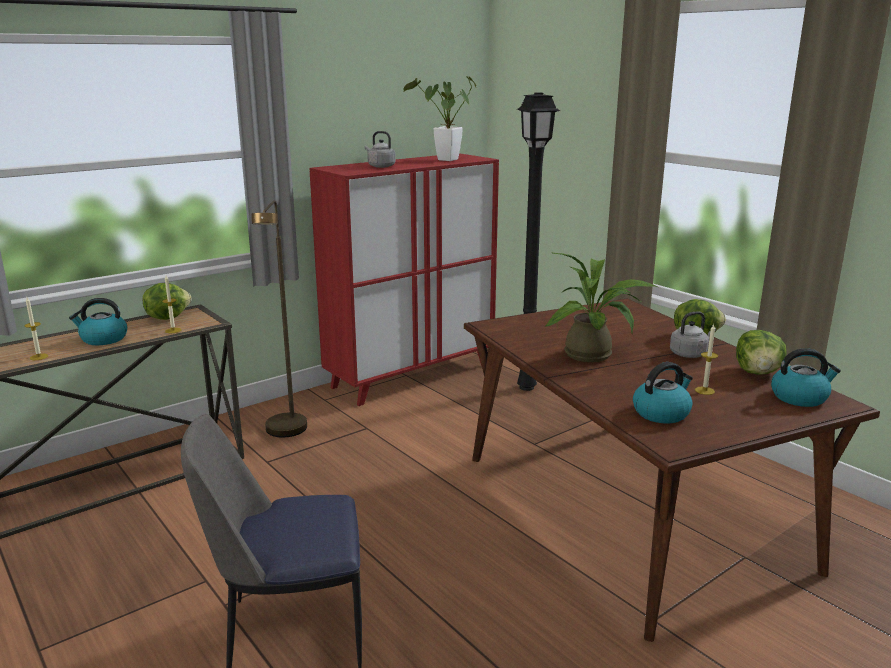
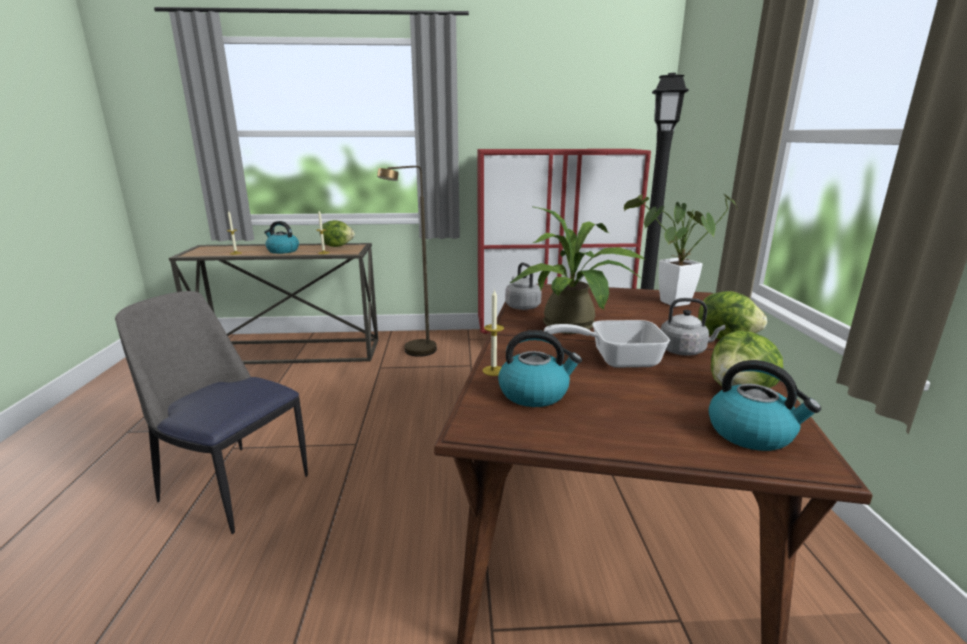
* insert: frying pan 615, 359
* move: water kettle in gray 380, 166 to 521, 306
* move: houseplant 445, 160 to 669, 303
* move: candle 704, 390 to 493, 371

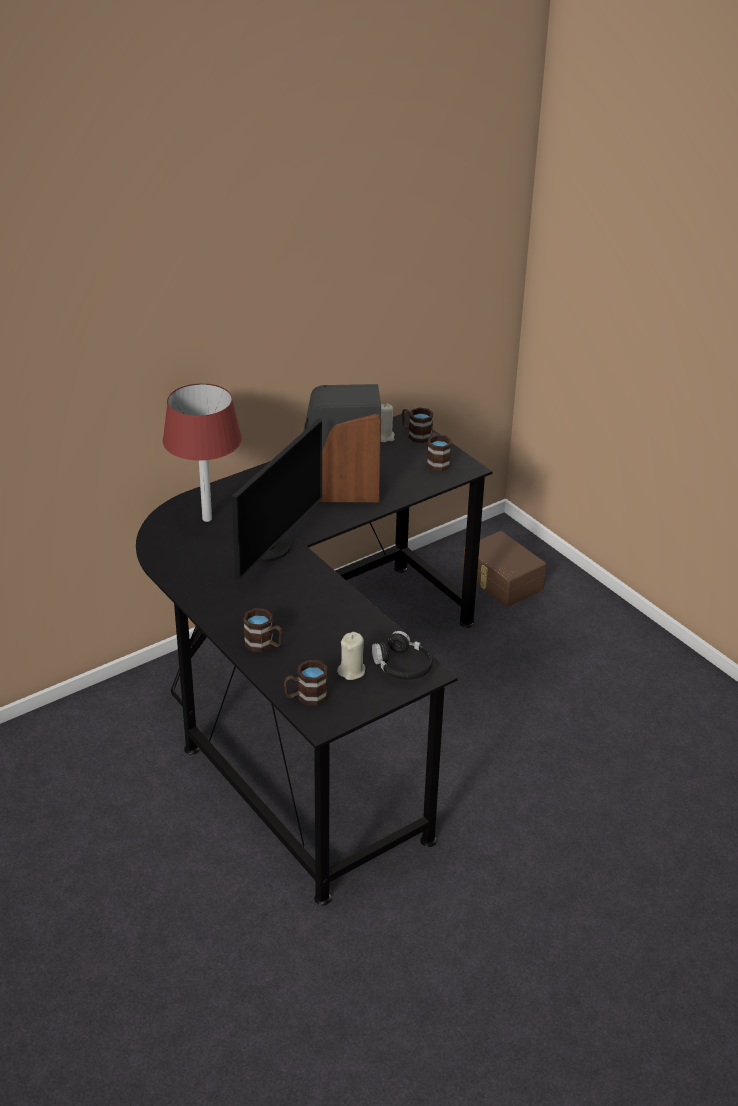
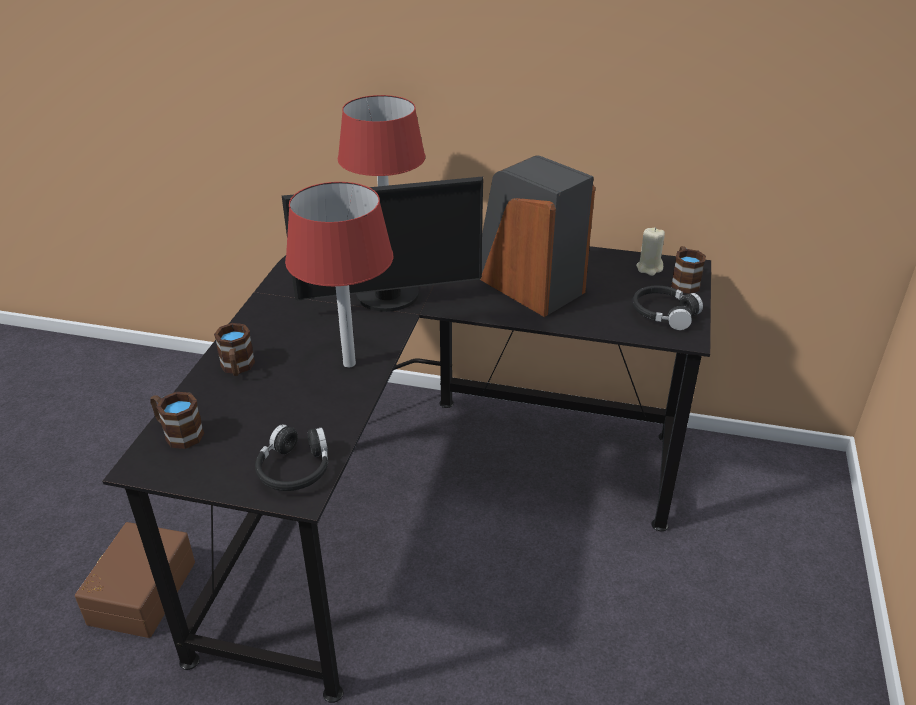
* delete: candle in beige-coloured 351, 671
* insert: table lamp in reddish 349, 363
* move: storage container in brown-coloured 501, 581 to 140, 592
* replace: mug in brown-coloured 436, 461 to pair of headphones in black-coloured 664, 314

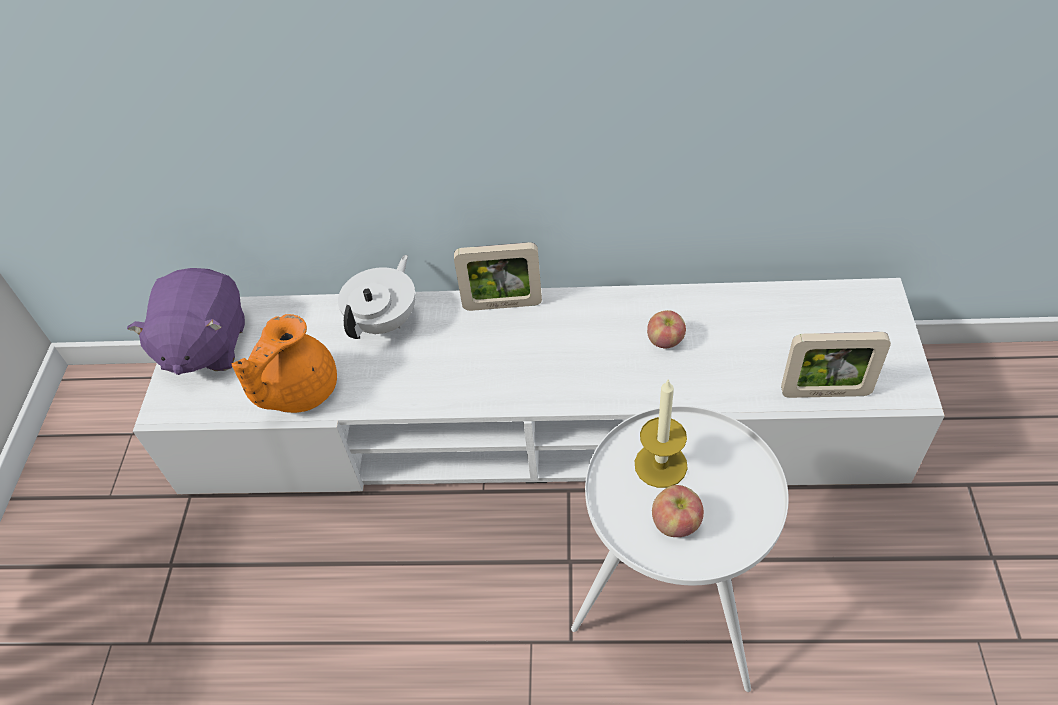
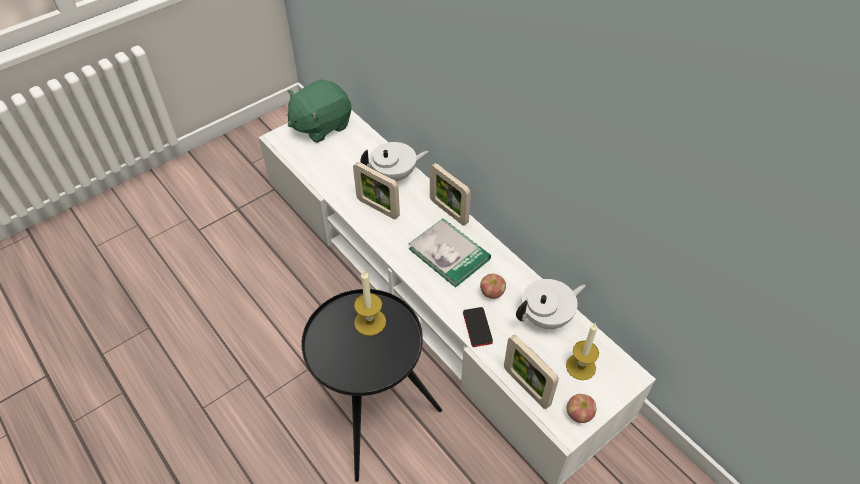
* delete: teapot in orangey 298, 391
* insert: photo frame 378, 208
* insert: volume 449, 254
* insert: telephone 477, 327
* insert: teapot in white 547, 317
* insert: candle 580, 366
* move: apple 676, 523 to 579, 414
* recolor: cuddly toy in purple-coloured 205, 346 to cuddly toy in green-coloured 321, 125
* recolor: side table in white 670, 609 to side table in black-coloured 373, 417

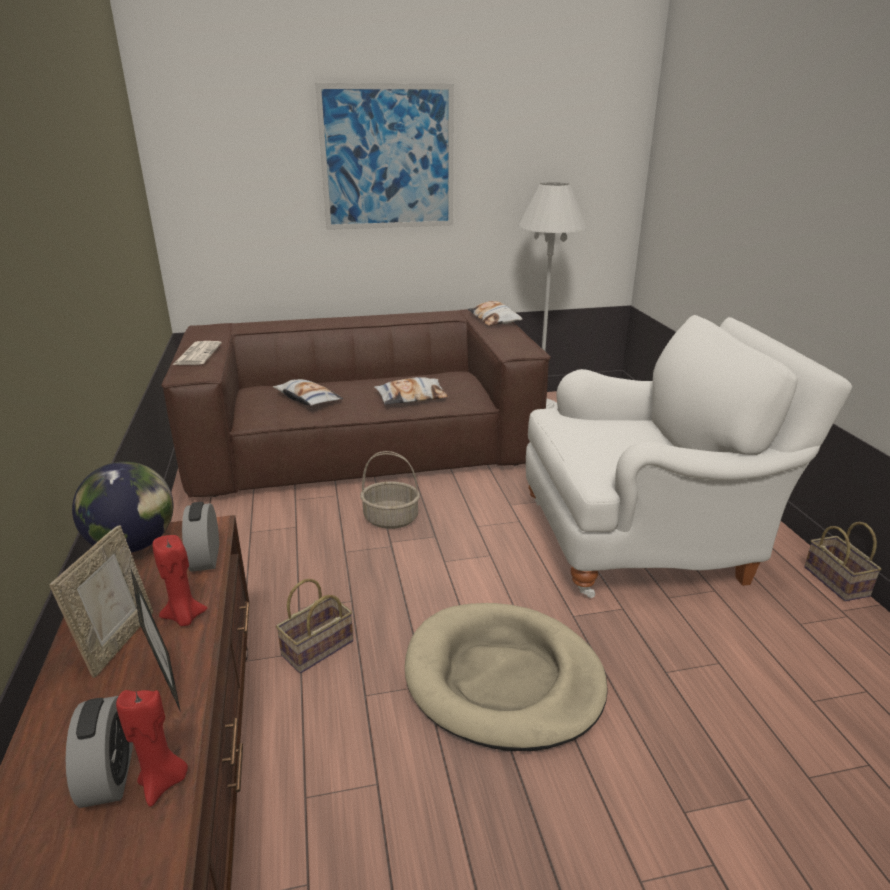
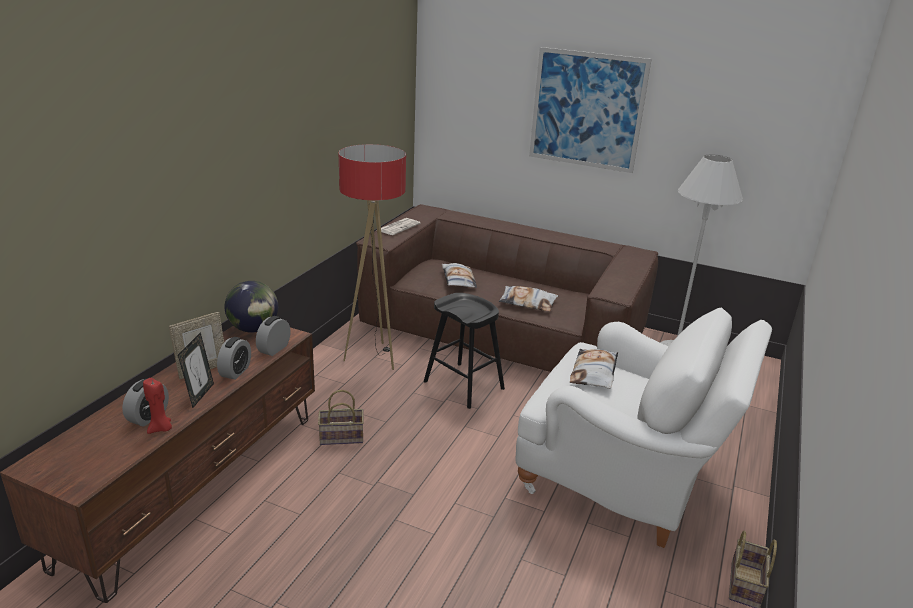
* delete: pet bed in beige-coloured 503, 679
* insert: floor lamp 373, 357
* move: throw pillow 494, 319 to 594, 373
* replace: candle in reddish 184, 617 to alarm clock 235, 372
* replace: storage basket 391, 518 to sitting stool in black-coloured 463, 385

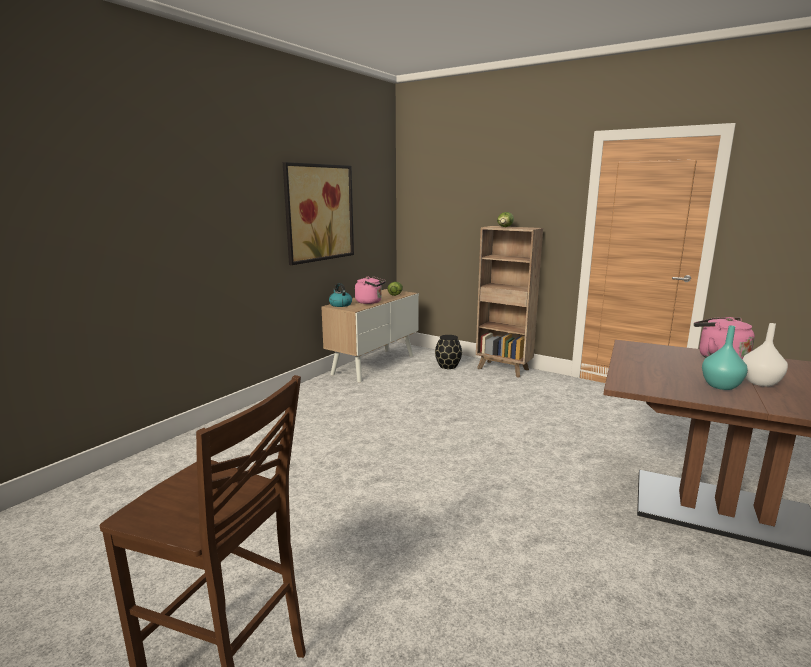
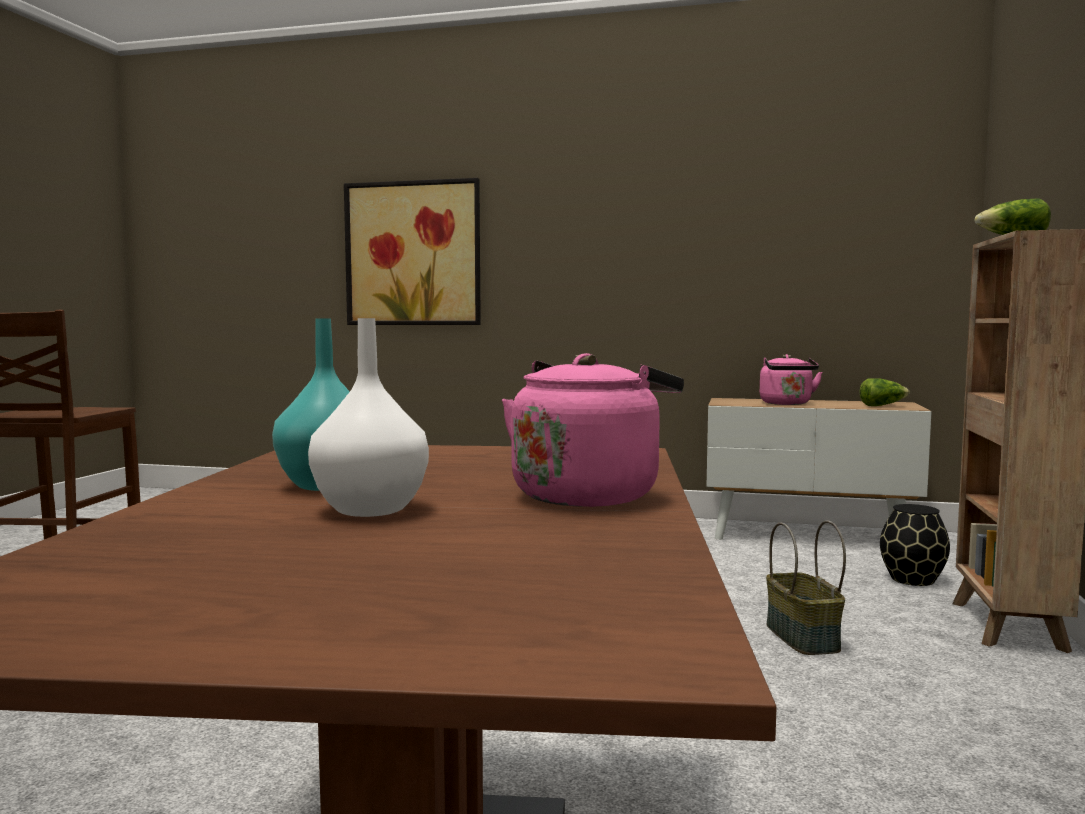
* delete: water kettle 340, 304
* insert: storage basket 800, 637
* move: wall picture 319, 213 to 413, 254

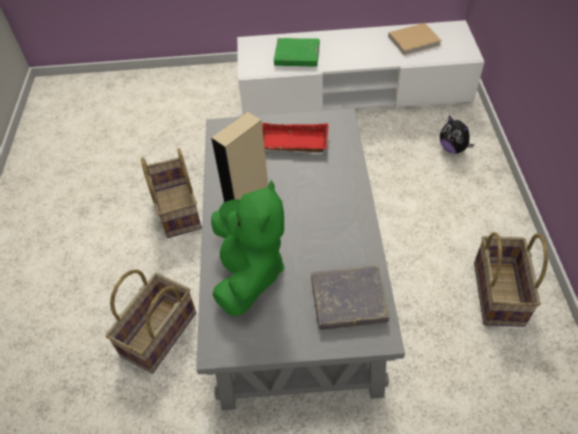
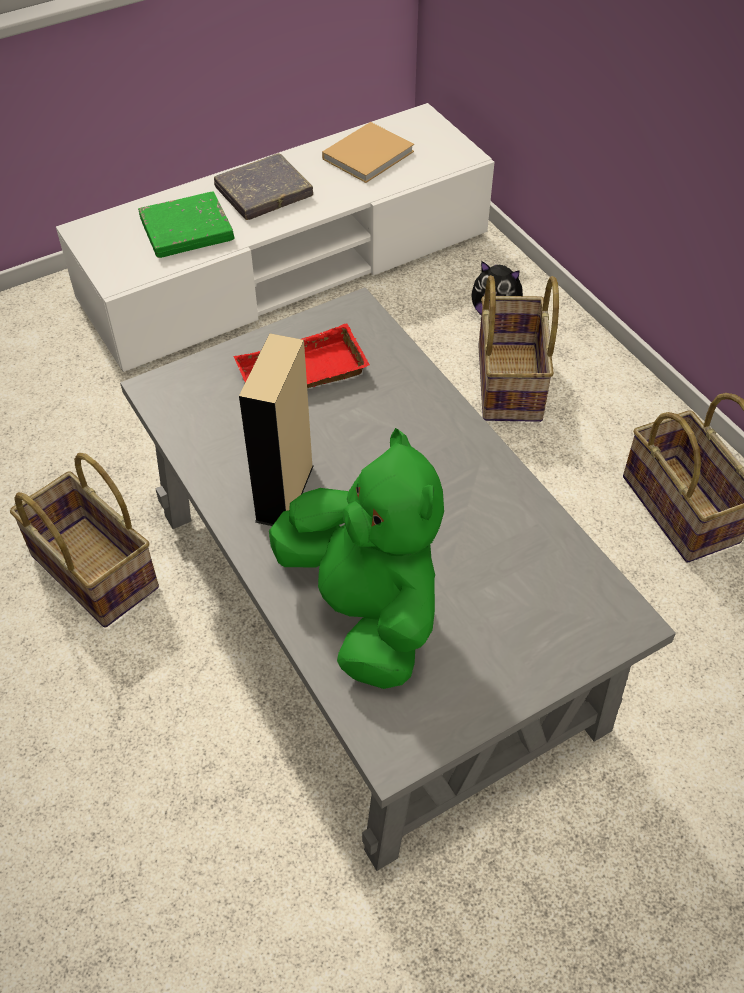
* move: storage basket 160, 335 to 511, 383
* move: volume in gray 348, 300 to 263, 192

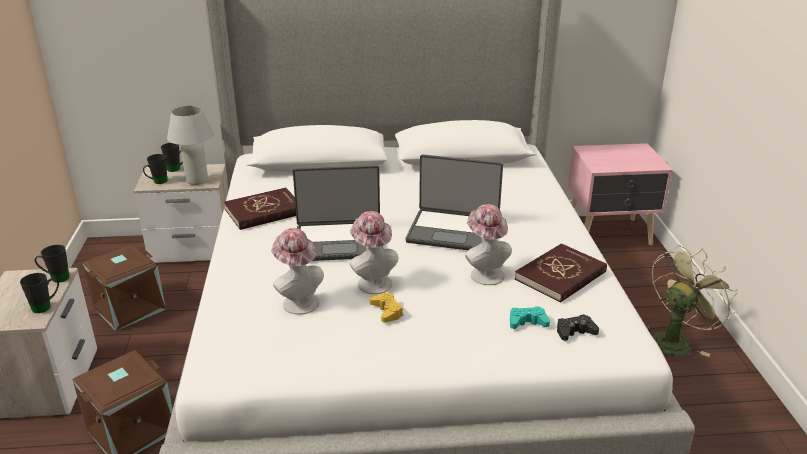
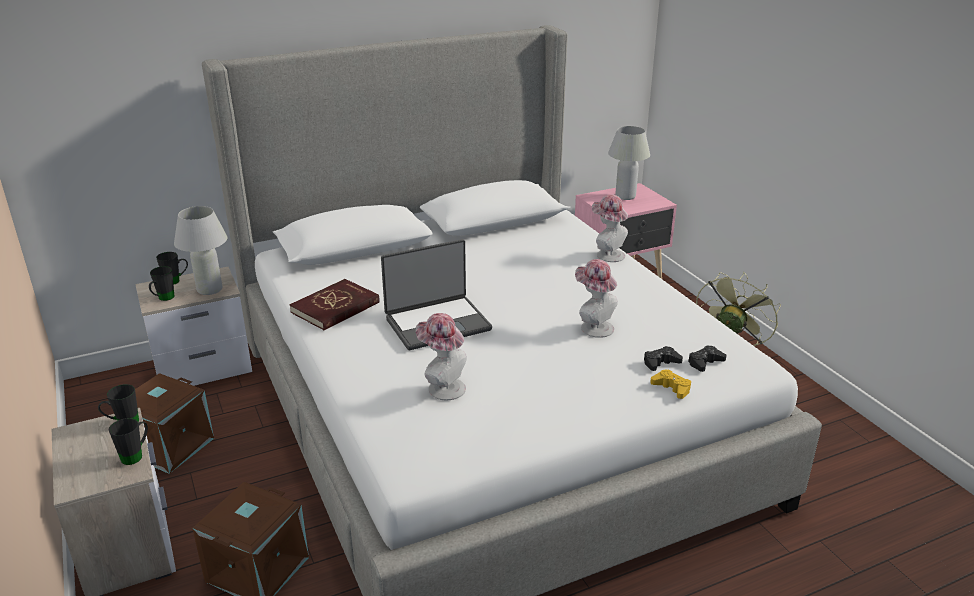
* delete: portable computer 453, 231
* delete: volume in reddish 561, 276
* insert: table lamp in white 625, 196
* move: hat 372, 282 to 607, 254
* move: joypad in yellow-coloured 387, 311 to 671, 388
* recolor: joypad in blue-green 527, 322 to joypad in black-coloured 660, 363

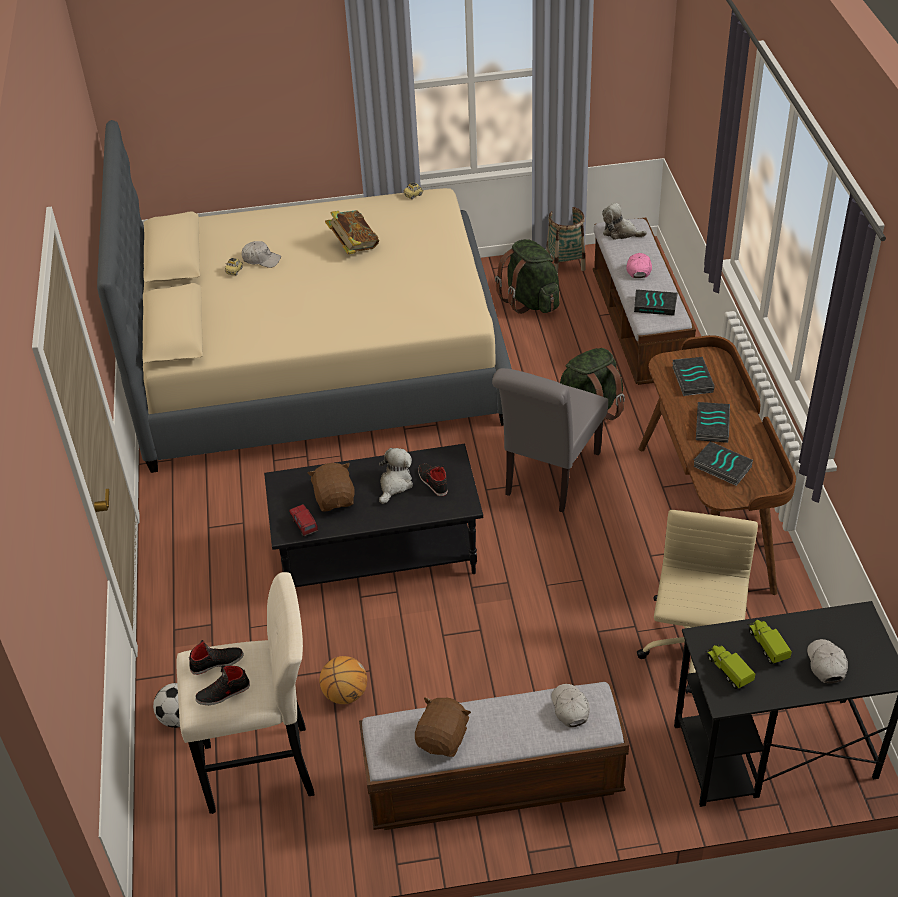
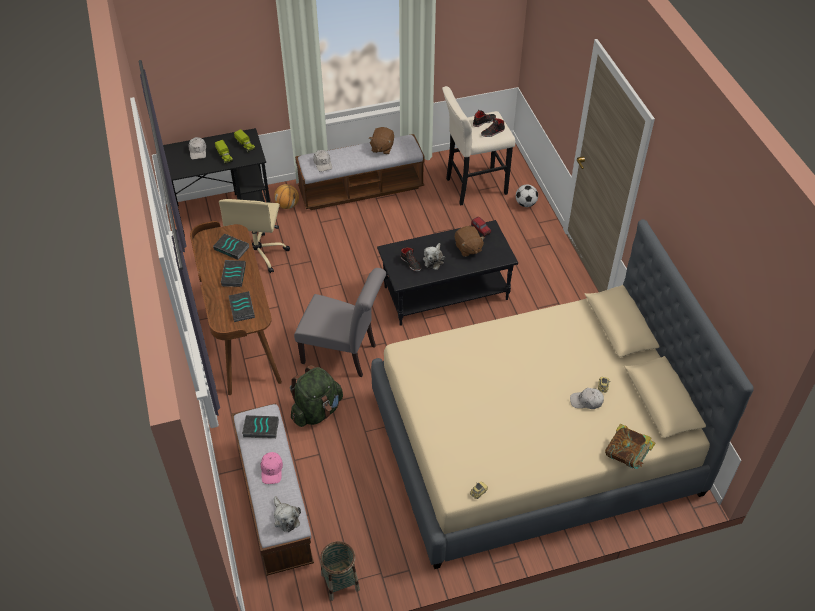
* delete: backpack in green-coloured 530, 301
* move: basketball ball 345, 694 to 287, 205
* move: volume 353, 246 to 627, 456
* rotate: chair in gray 548, 477 = 343, 354 90 degrees clockwise
* rotate: cuddly toy 620, 232 = 285, 518 45 degrees clockwise

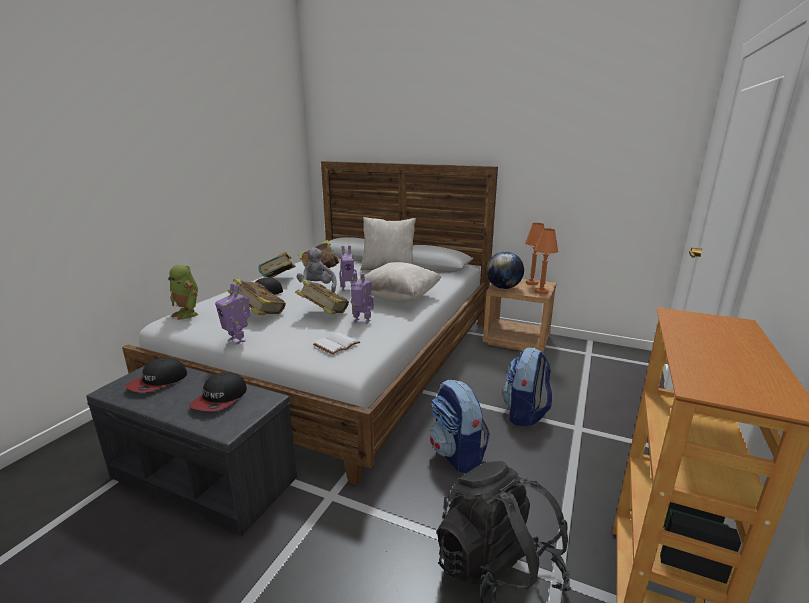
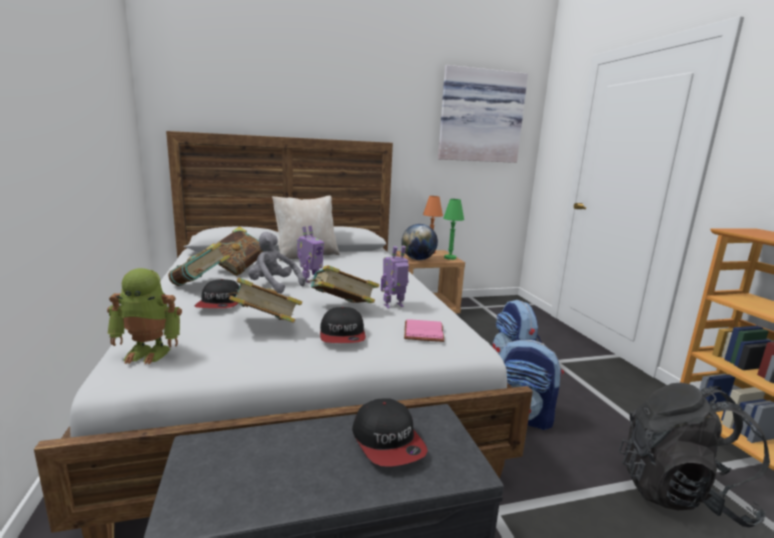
* delete: toy robot 238, 340
* delete: throw pillow in beige-coloured 399, 298
* insert: wall picture 480, 116
* move: cap 158, 382 to 342, 335
* recolor: volume in white 336, 344 to volume in pink 422, 332
* recolor: table lamp in orangey 541, 292 to table lamp in green-coloured 450, 258

